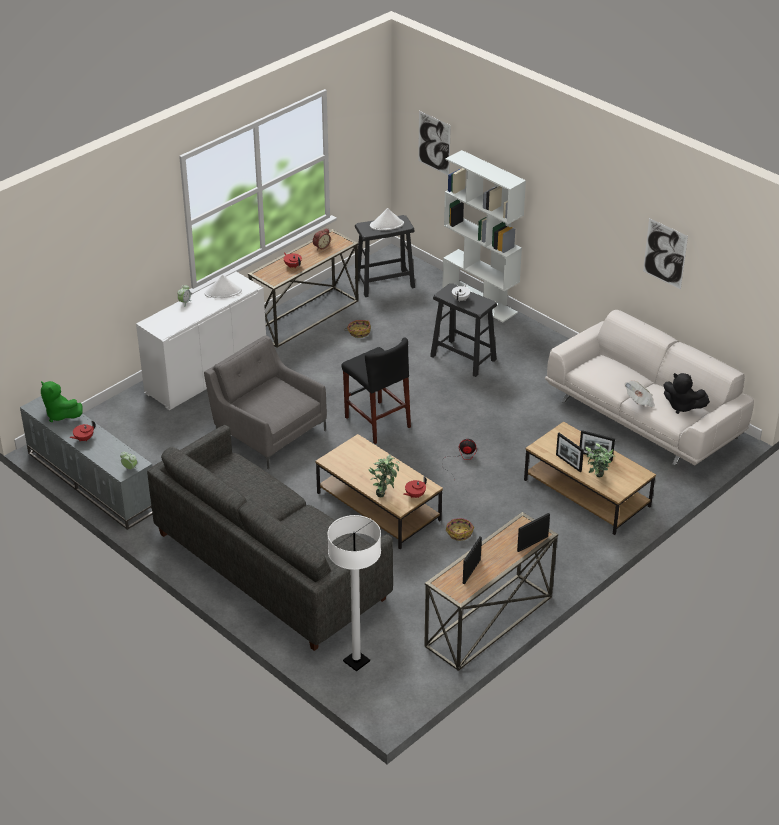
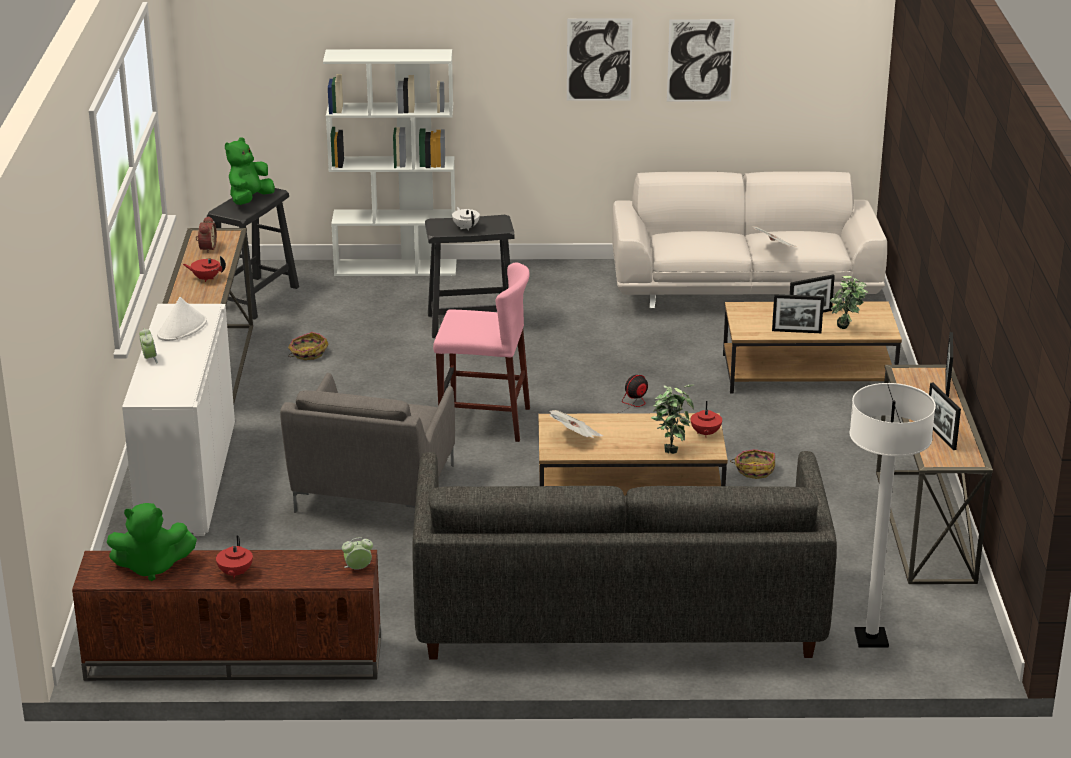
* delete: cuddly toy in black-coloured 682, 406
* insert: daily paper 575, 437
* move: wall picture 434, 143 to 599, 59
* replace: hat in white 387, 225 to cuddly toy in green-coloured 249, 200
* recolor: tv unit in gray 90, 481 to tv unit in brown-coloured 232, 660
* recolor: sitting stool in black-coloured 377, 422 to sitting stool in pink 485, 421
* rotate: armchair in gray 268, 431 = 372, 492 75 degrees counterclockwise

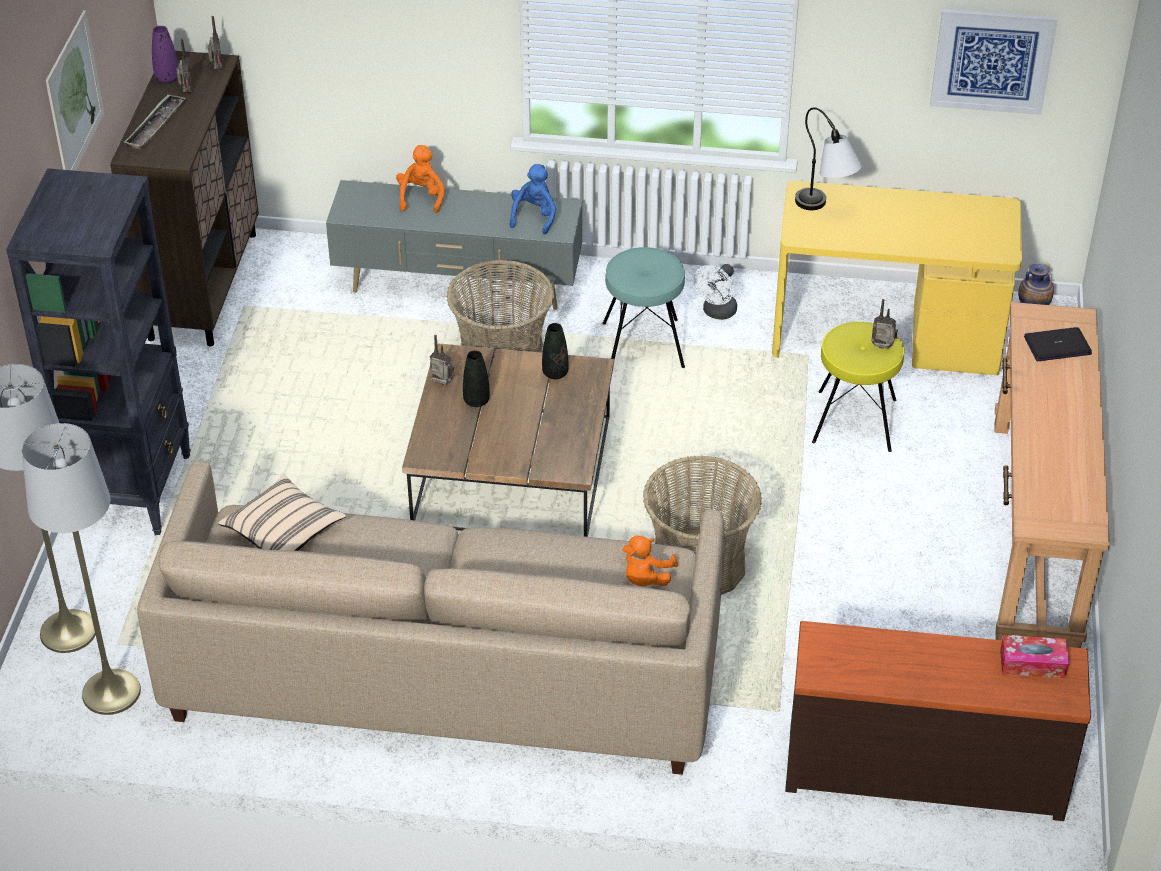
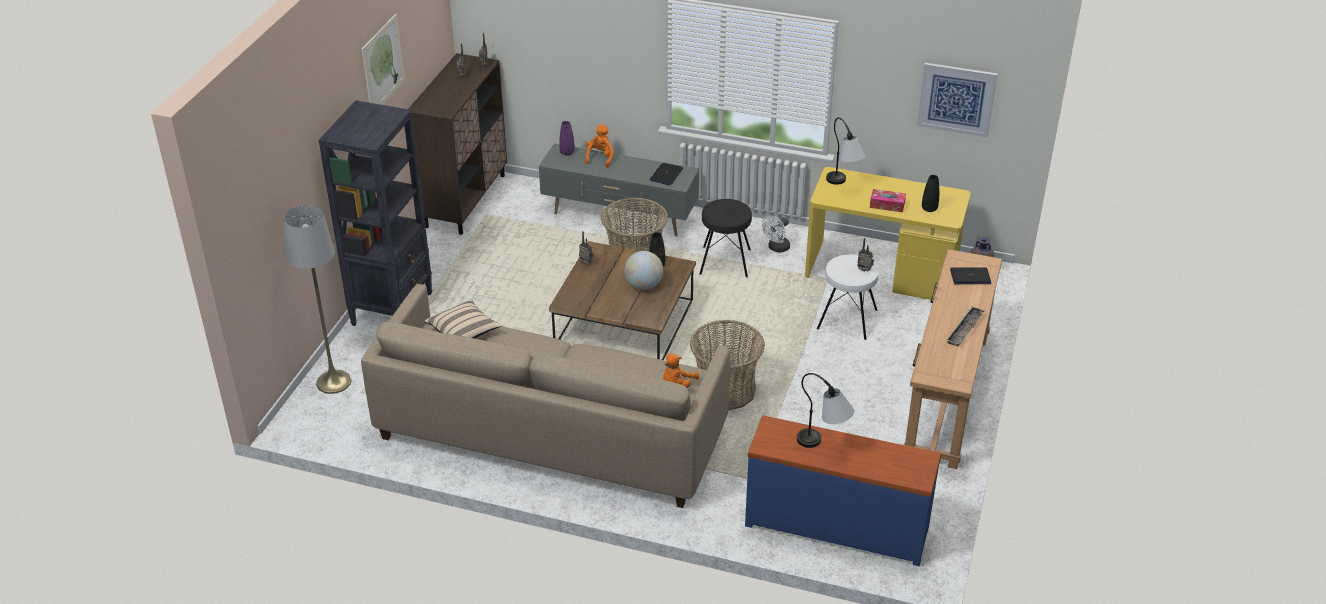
* delete: floor lamp in gray 111, 692
* insert: desk globe 644, 285
* insert: table lamp 824, 445
* move: carrying tray 155, 126 to 965, 329
* move: flower vase in purple-coloured 167, 78 to 567, 152
* move: flower vase in black-coloured 476, 401 to 929, 209
* move: box of tissues 1032, 663 to 887, 205
* replace: cuddly toy in blue 534, 216 to portable computer 666, 175
* recolor: sitting stool in blue-green 643, 346 to sitting stool in black-coloured 725, 262
* recolor: dresser in brown-coloured 924, 769 to dresser in blue 837, 525
* recolor: sitting stool in yellow-coloured 854, 421 to sitting stool in white 846, 319

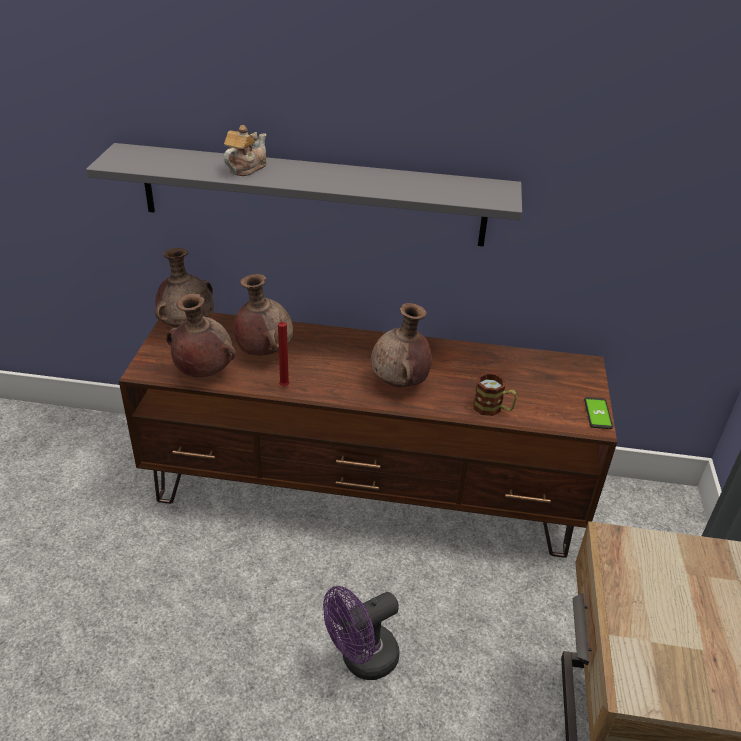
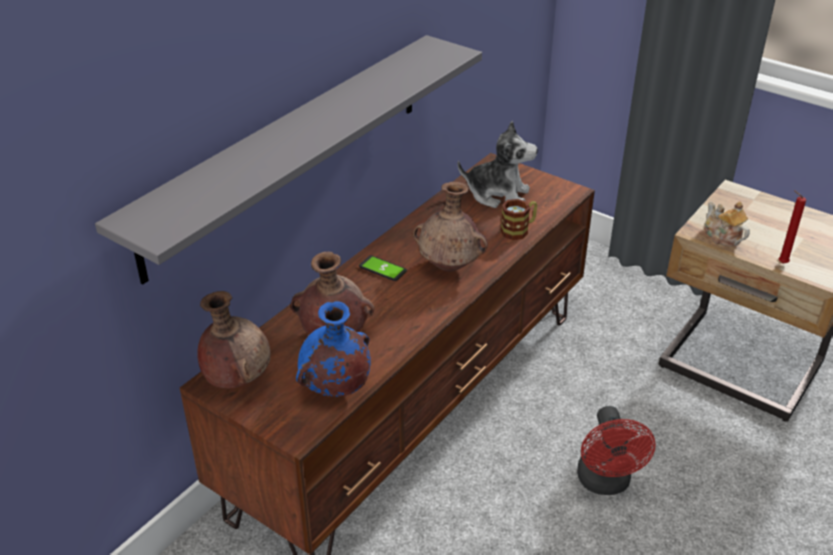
* insert: cuddly toy 498, 194
* move: teapot 245, 168 to 722, 236
* move: candle in reddish 284, 385 to 781, 263
* move: telephone 597, 413 to 382, 269
* recolor: flower vase in brown-coloured 203, 371 to flower vase in blue 335, 388
* recolor: electric fan in purple-coloured 361, 660 to electric fan in reddish 606, 483

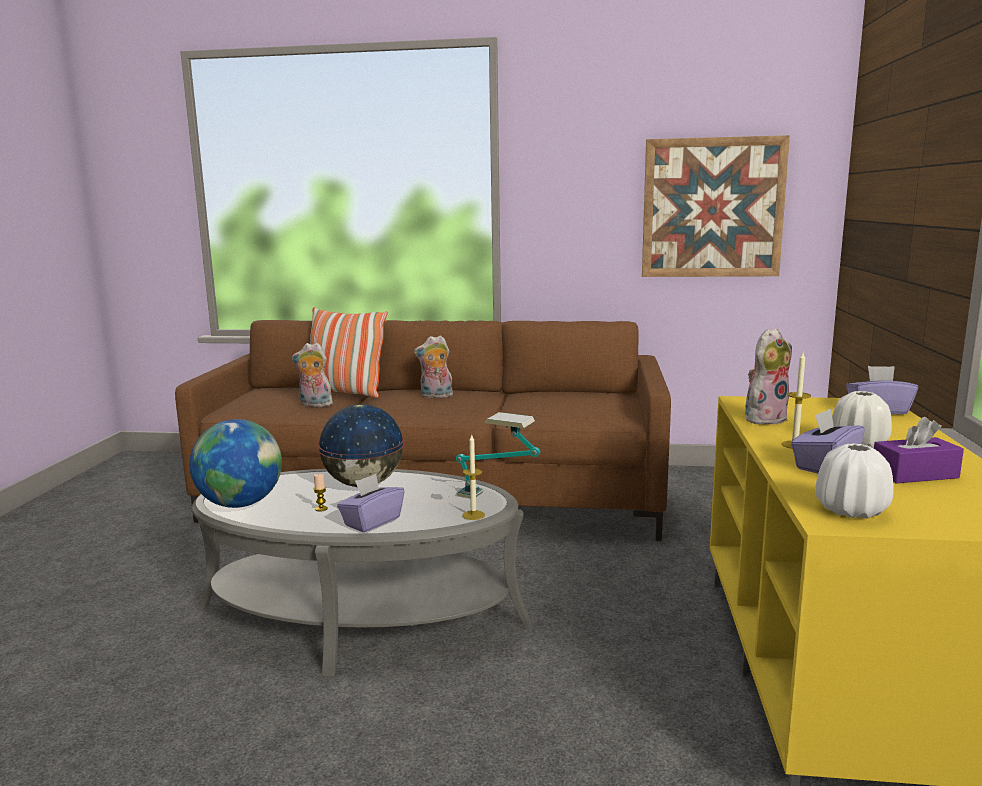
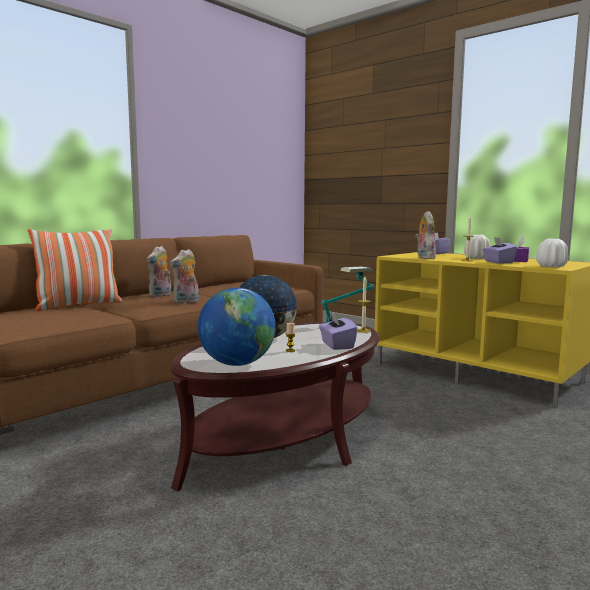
* delete: wall picture 712, 208
* move: cuddly toy 314, 405 to 186, 302
* recolor: low table in gray 361, 615 to low table in brown-coloured 285, 438

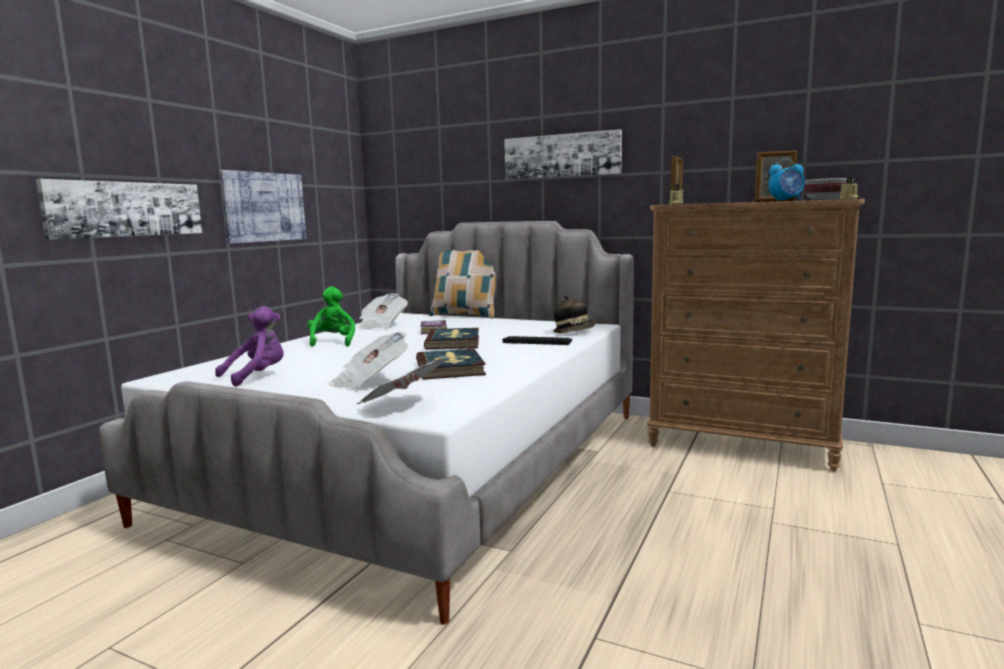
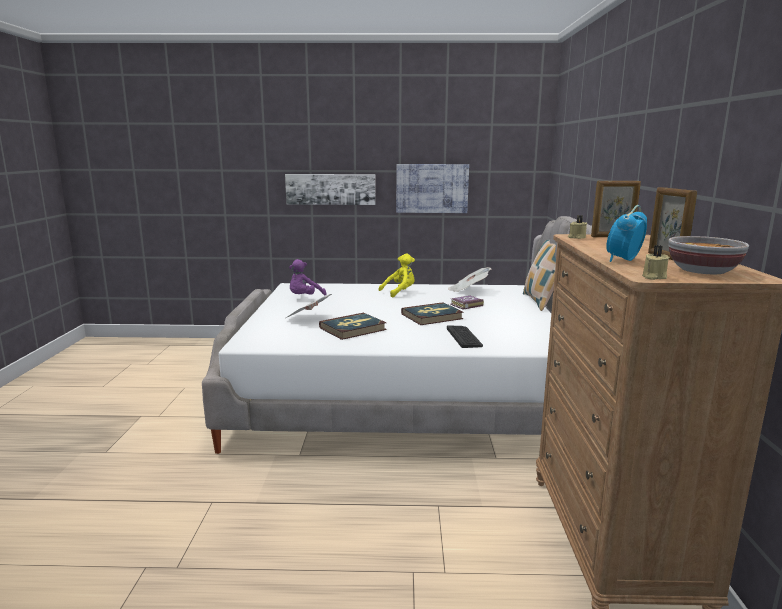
* delete: daily paper 402, 405
* delete: wall picture 562, 156
* delete: hat 574, 332
* recolor: cuddly toy in green-coloured 332, 342 to cuddly toy in yellow-coloured 399, 292
* rotate: cuddly toy in purple-coloured 257, 376 = 304, 298 105 degrees clockwise
* rotate: alarm clock 786, 200 = 623, 260 75 degrees clockwise

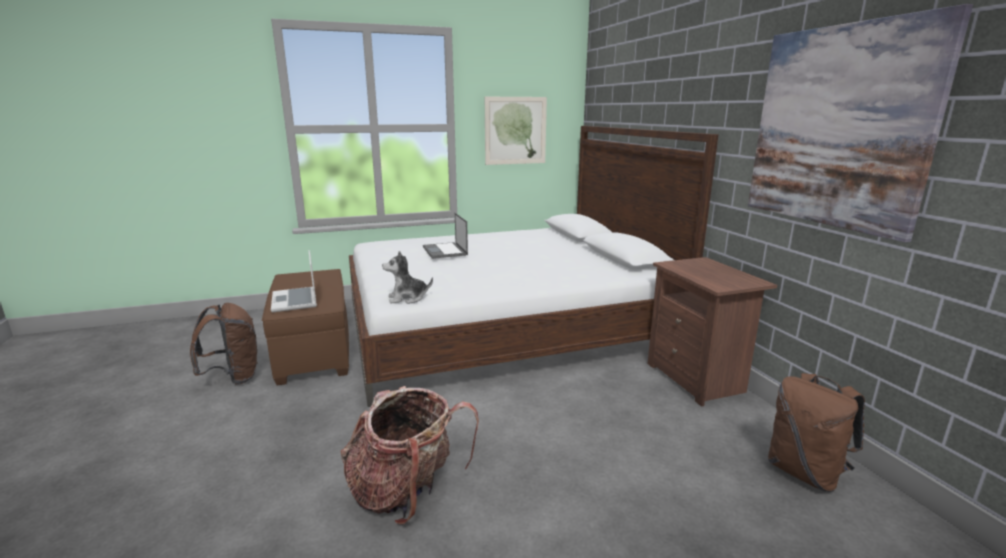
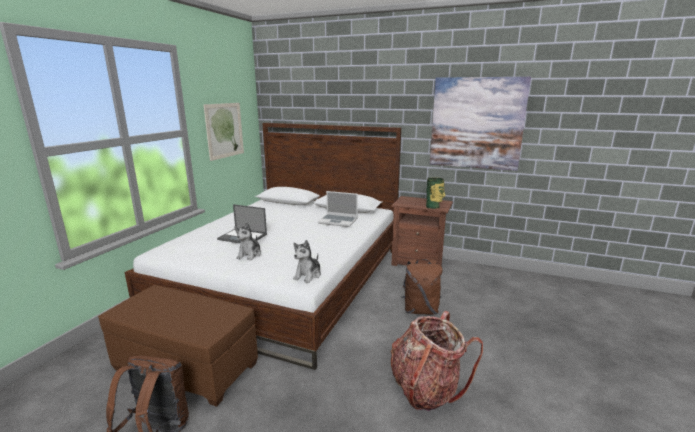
* insert: cuddly toy 249, 254
* insert: flower vase 433, 207
* move: portable computer 295, 301 to 338, 221
* move: backpack in brown-coloured 805, 473 to 420, 310

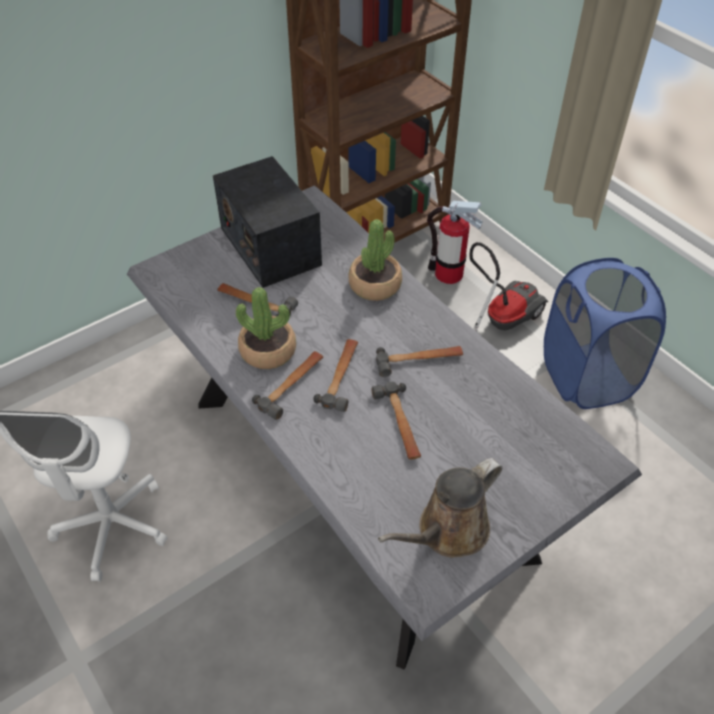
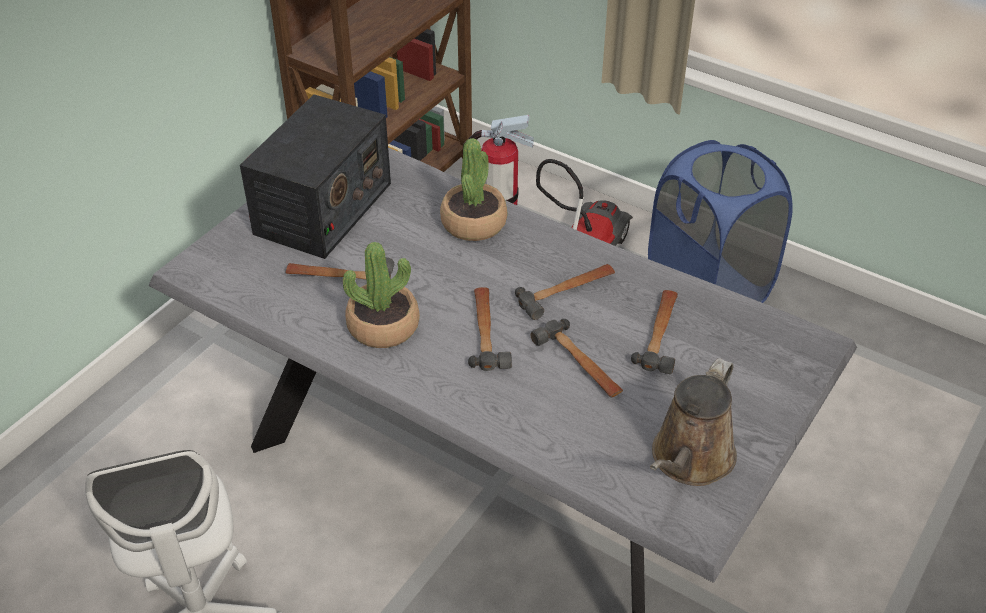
* move: tool hammer 292, 385 to 661, 334
* rotate: radio receiver 270, 246 = 323, 209 105 degrees counterclockwise

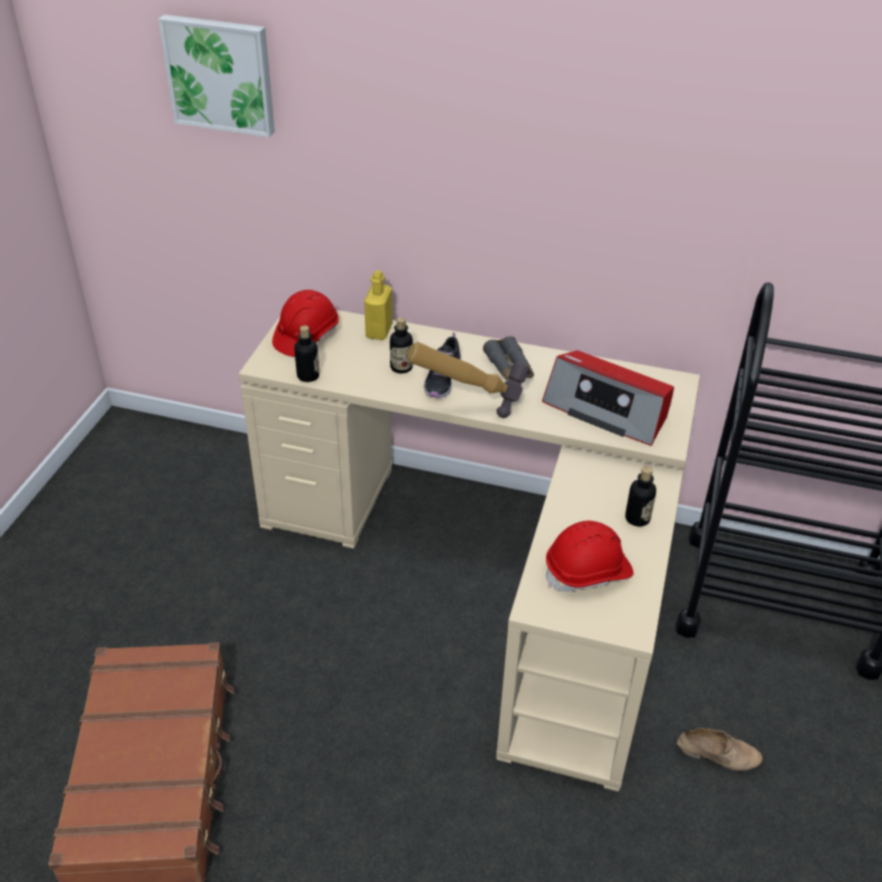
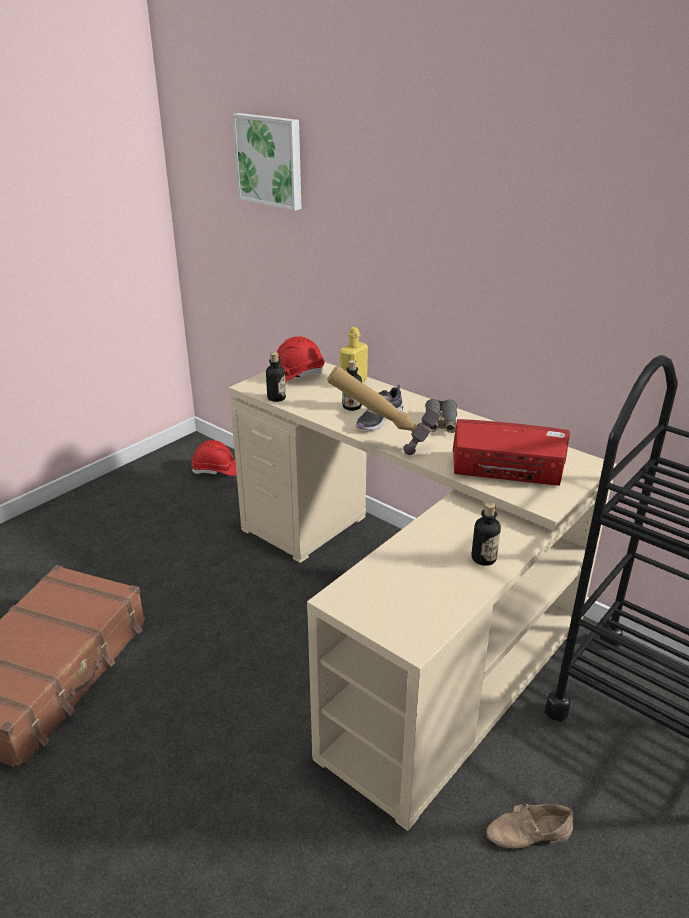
* move: safety helmet in reddish 588, 572 to 216, 470
* rotate: radio receiver 607, 410 = 507, 469 135 degrees clockwise
* rotate: item of footwear in beige-coloured 718, 752 = 529, 834 135 degrees clockwise

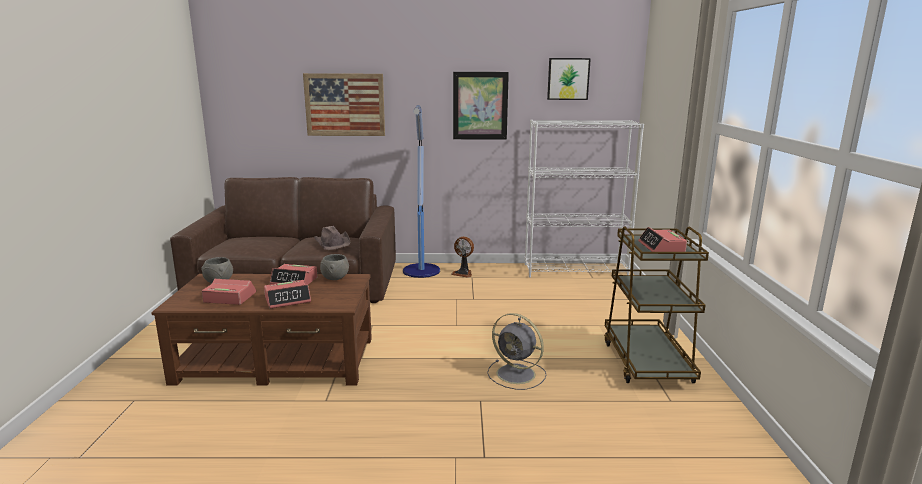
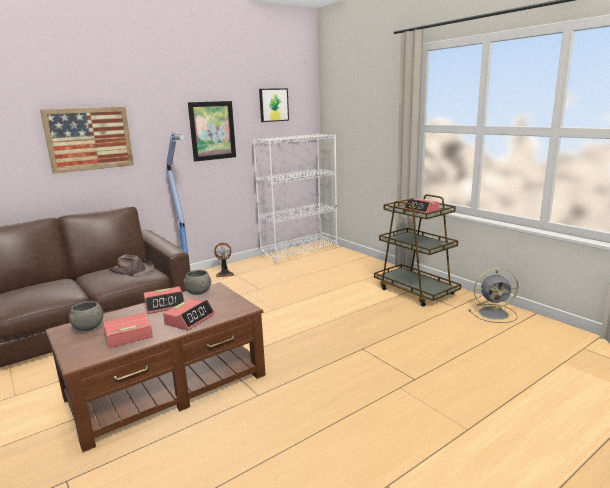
* move: electric fan in gray 517, 374 to 494, 313

